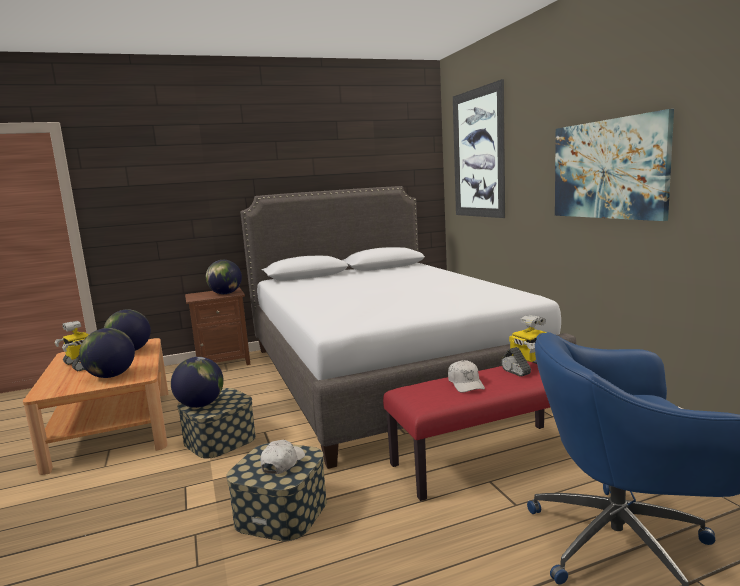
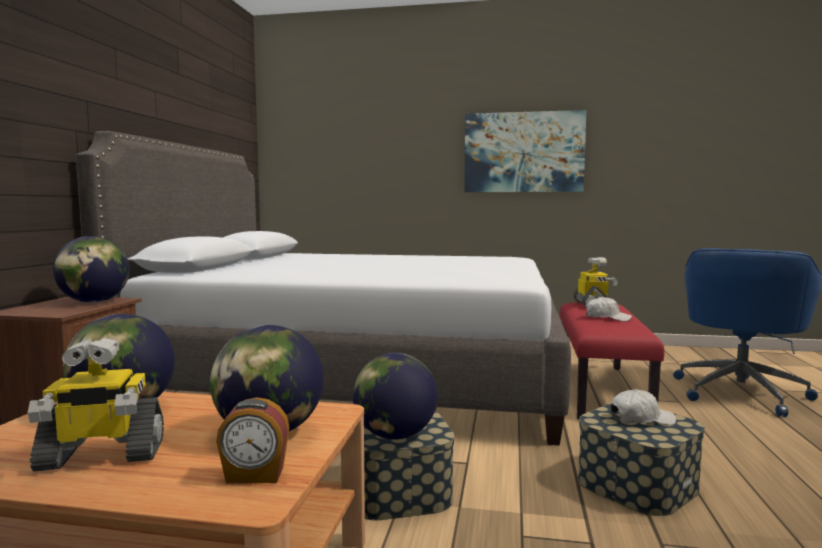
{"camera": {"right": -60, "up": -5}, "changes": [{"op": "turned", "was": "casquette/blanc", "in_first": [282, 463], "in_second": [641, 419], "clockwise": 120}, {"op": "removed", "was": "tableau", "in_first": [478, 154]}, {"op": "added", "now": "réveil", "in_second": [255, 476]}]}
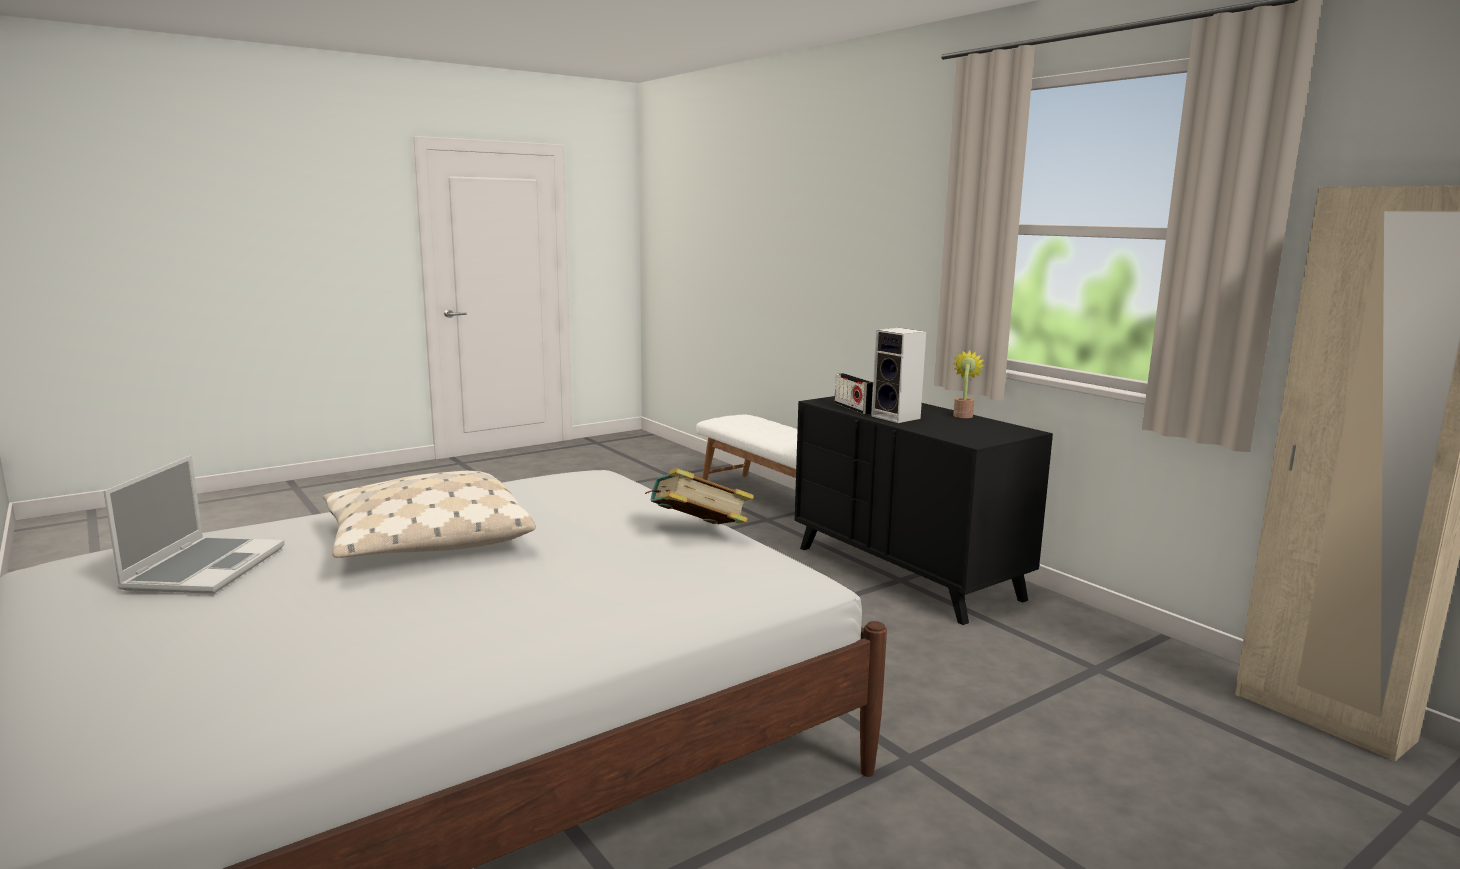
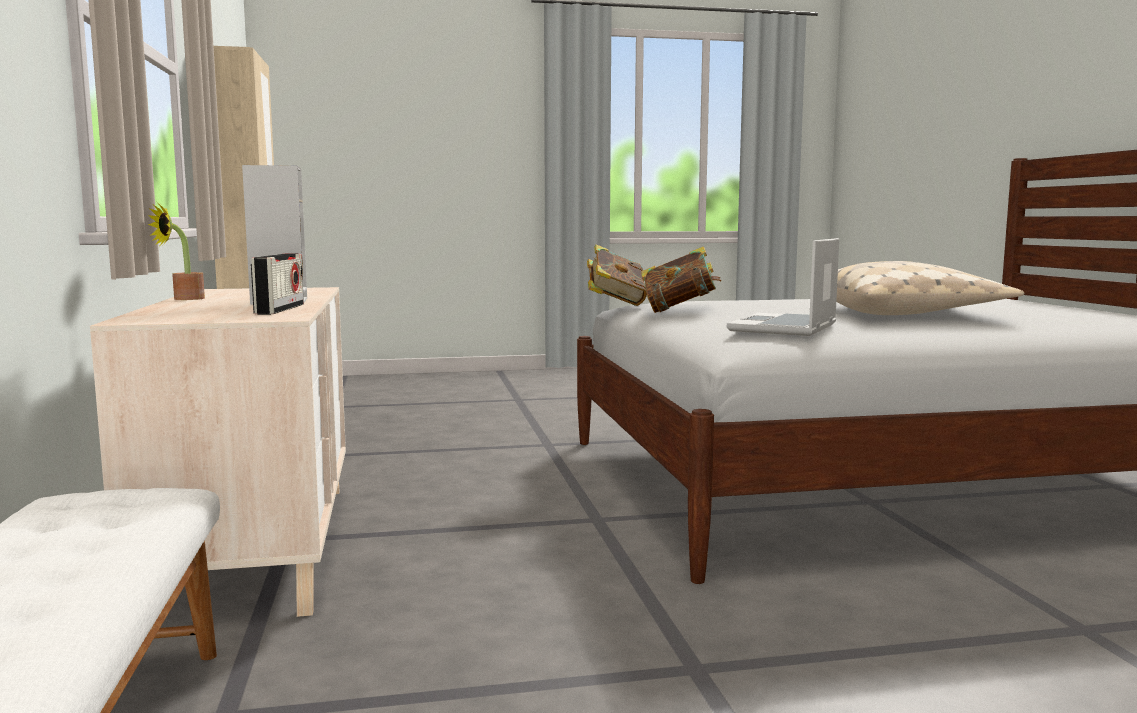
{"camera": {"right": -155, "up": -5}, "changes": [{"op": "moved", "was": "ordinateur portable", "in_first": [205, 567], "in_second": [785, 328]}, {"op": "recoloured", "was": "commode/noir", "now": "commode/beige", "in_first": [907, 573], "in_second": [256, 546]}, {"op": "added", "now": "livre", "in_second": [615, 303]}]}
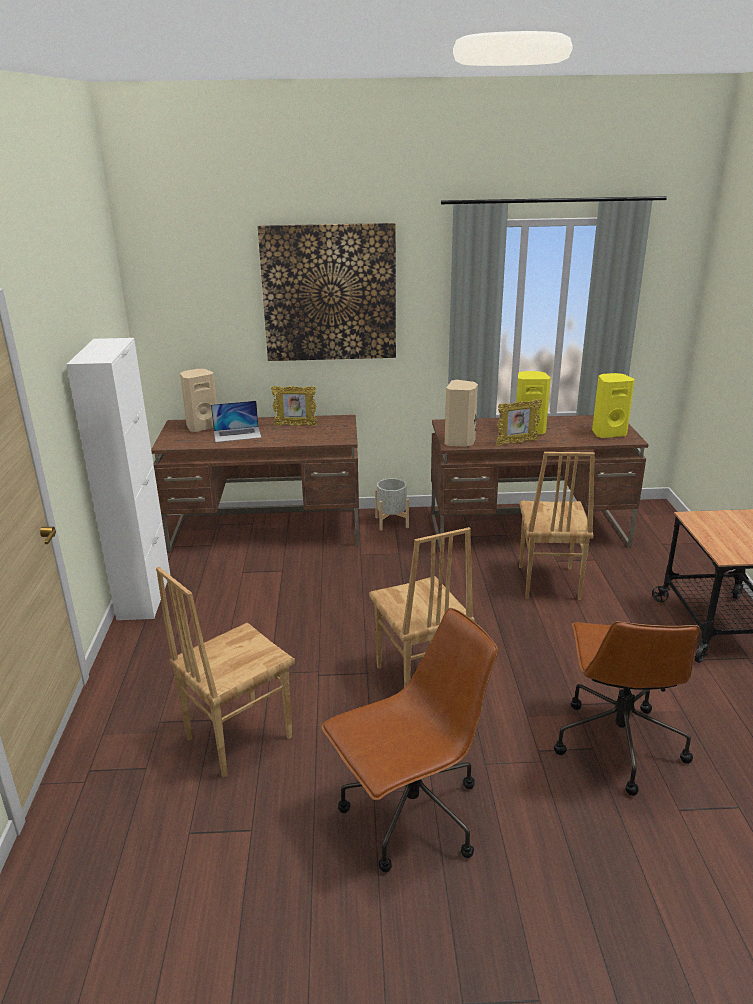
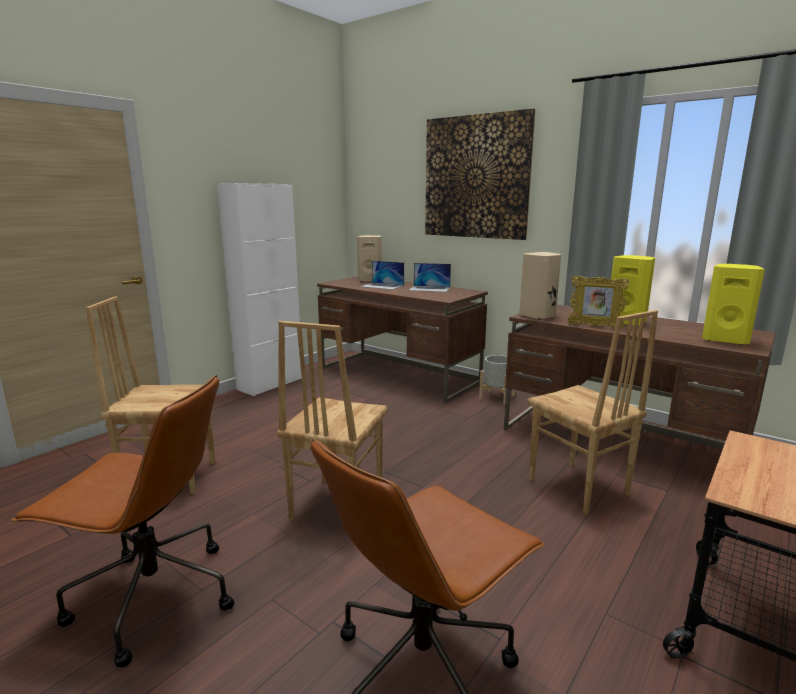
{"camera": {"right": 40, "up": -10}, "changes": [{"op": "replaced", "was": "cadre photo", "now": "ordinateur portable", "in_first": [295, 425], "in_second": [430, 289]}, {"op": "turned", "was": "chaise/marron", "in_first": [547, 583], "in_second": [577, 488], "clockwise": -75}]}
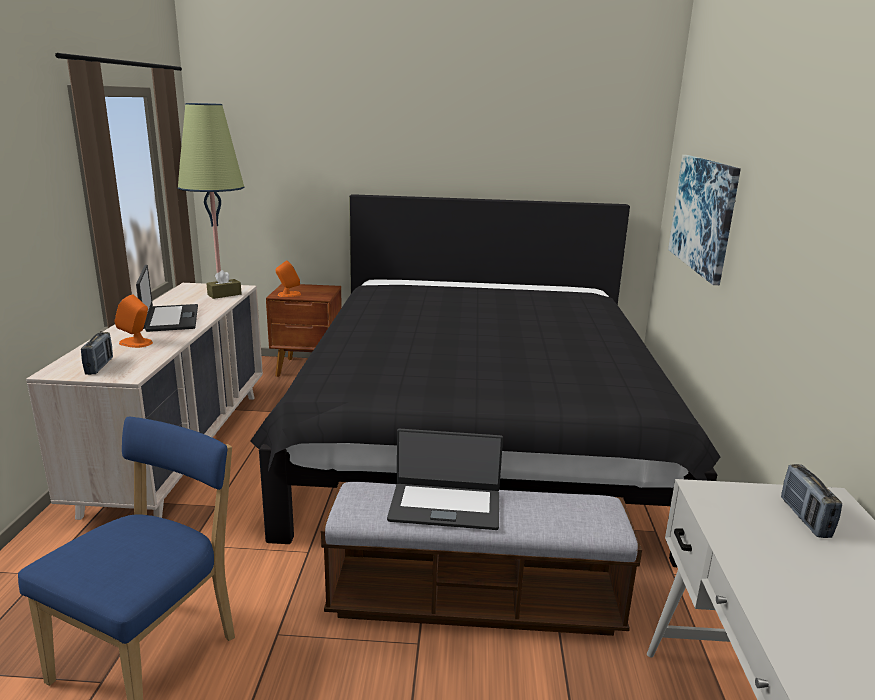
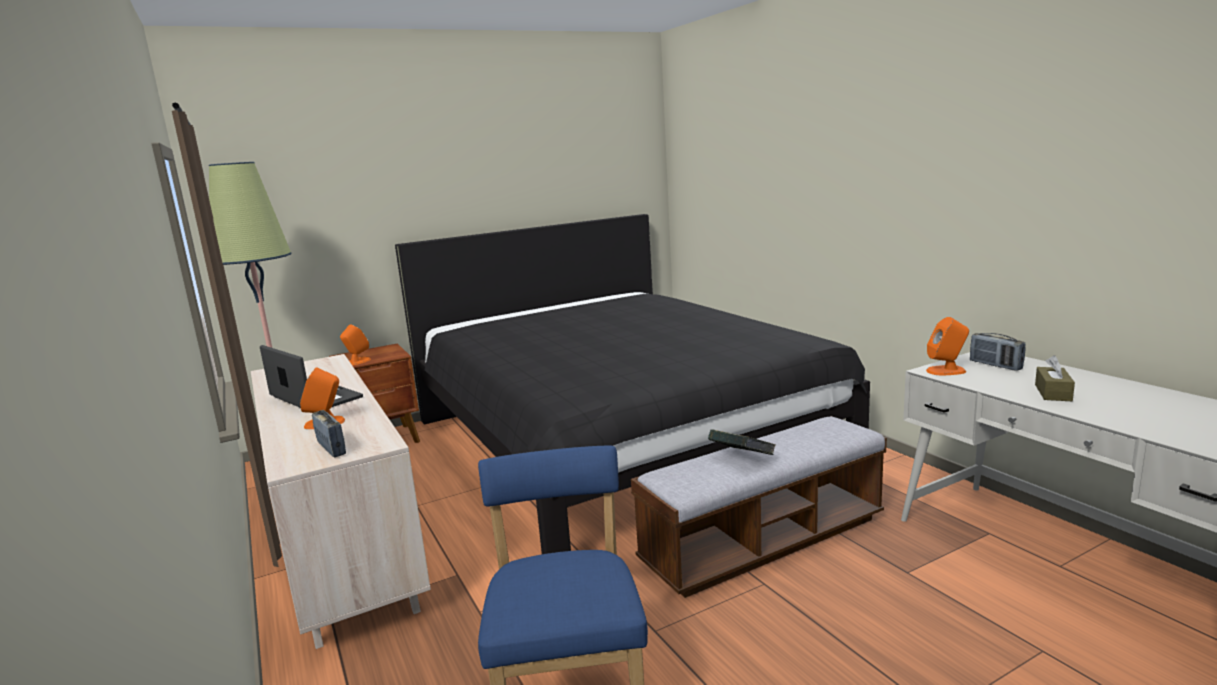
{"camera": {"right": -30, "up": -5}, "changes": [{"op": "moved", "was": "boîte à mouchoirs/marron", "in_first": [224, 294], "in_second": [1053, 393]}, {"op": "replaced", "was": "ordinateur portable", "now": "livre", "in_first": [445, 505], "in_second": [741, 459]}, {"op": "removed", "was": "tableau", "in_first": [703, 214]}, {"op": "added", "now": "enceinte/orange", "in_second": [946, 371]}]}
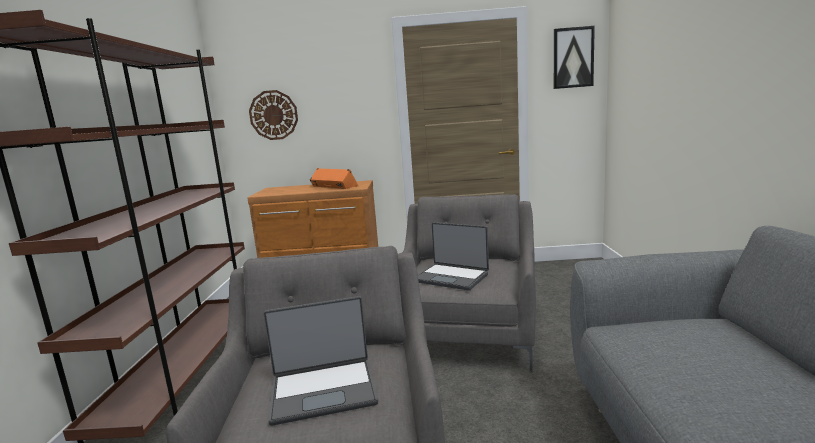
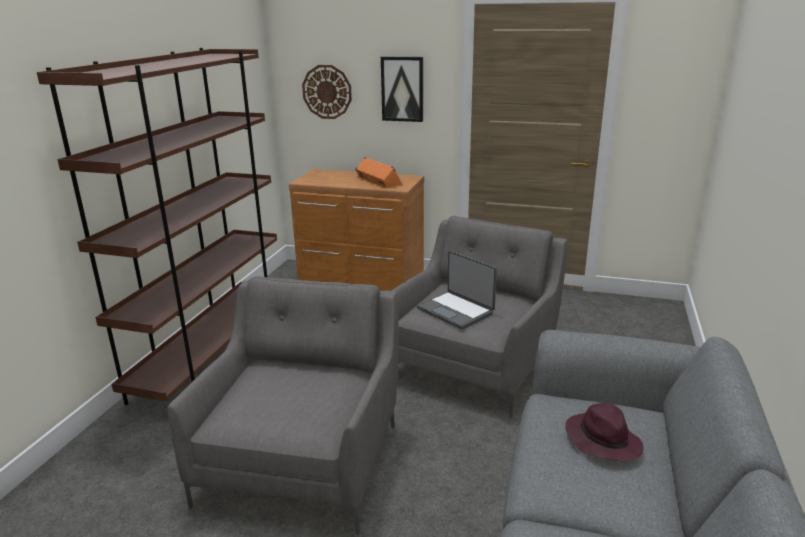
{"camera": {"right": 15, "up": 10}, "changes": [{"op": "removed", "was": "ordinateur portable", "in_first": [323, 391]}, {"op": "moved", "was": "tableau", "in_first": [573, 58], "in_second": [402, 89]}, {"op": "added", "now": "chapeau/violet", "in_second": [601, 440]}]}
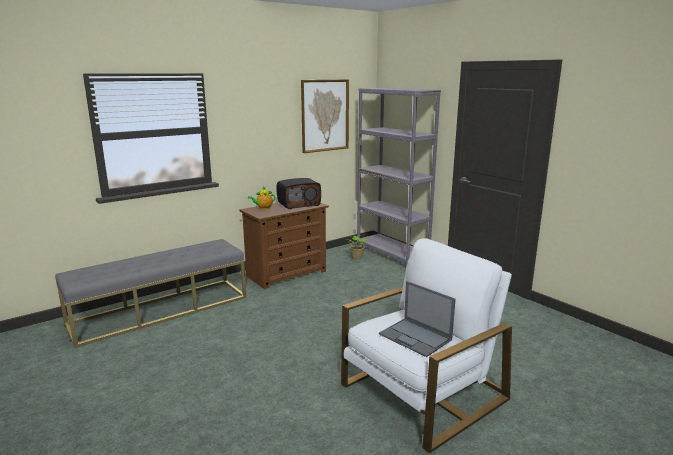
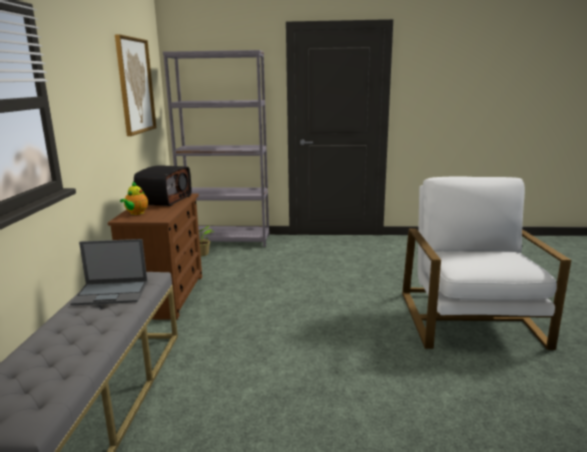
{"camera": {"right": -50, "up": 0}, "changes": [{"op": "moved", "was": "ordinateur portable", "in_first": [416, 337], "in_second": [112, 293]}]}
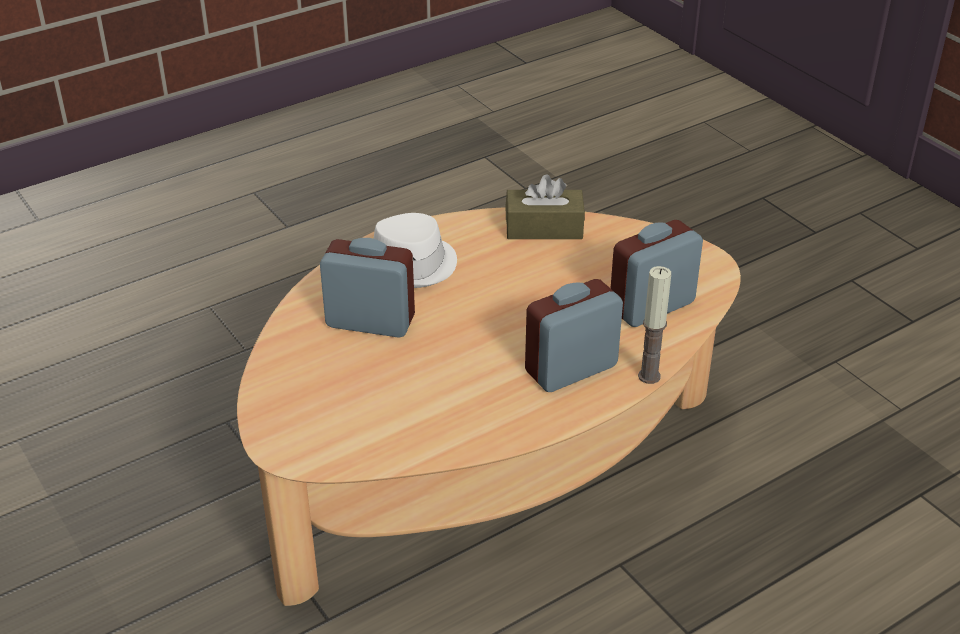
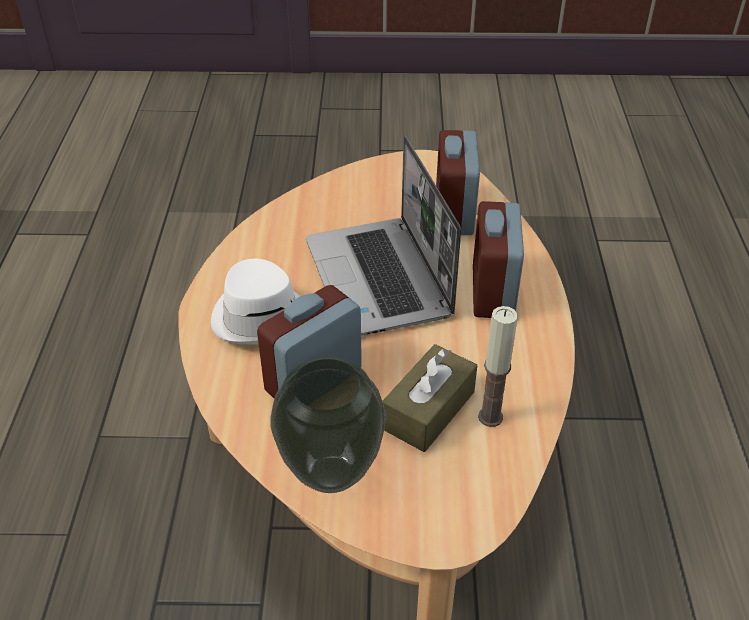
{"camera": {"right": -55, "up": 5}, "changes": [{"op": "moved", "was": "boîte à mouchoirs/marron", "in_first": [544, 228], "in_second": [428, 410]}, {"op": "moved", "was": "bougie", "in_first": [649, 376], "in_second": [490, 417]}, {"op": "added", "now": "vase", "in_second": [329, 474]}, {"op": "added", "now": "ordinateur portable", "in_second": [380, 280]}]}
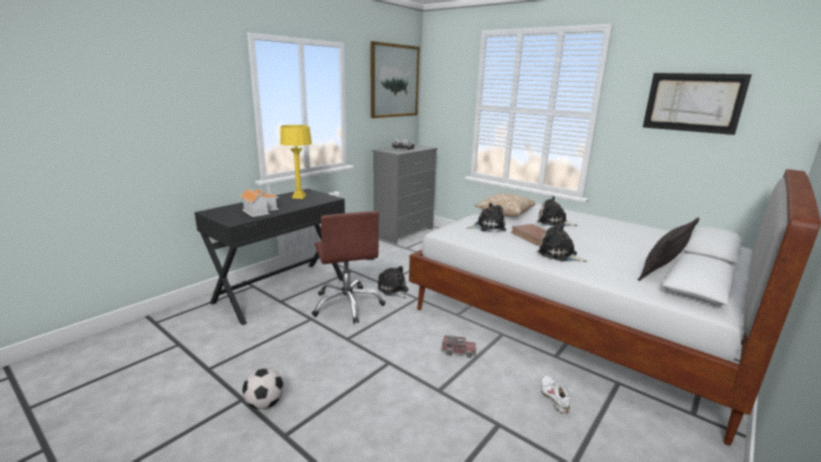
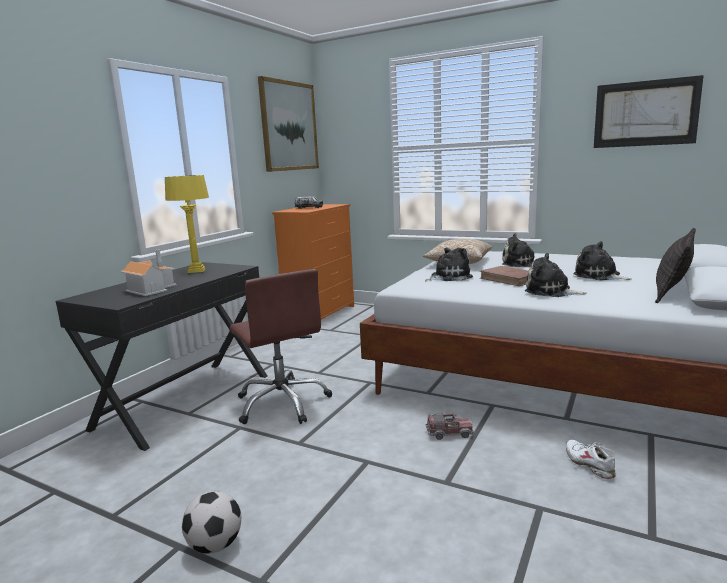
{"camera": {"right": -10, "up": -5}, "changes": [{"op": "recoloured", "was": "commode/gris", "now": "commode/orange", "in_first": [404, 232], "in_second": [321, 314]}, {"op": "moved", "was": "peluche", "in_first": [393, 290], "in_second": [599, 276]}]}
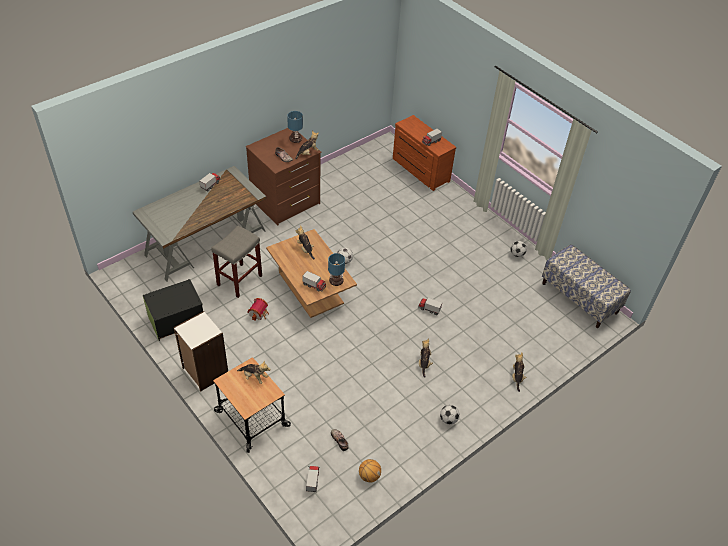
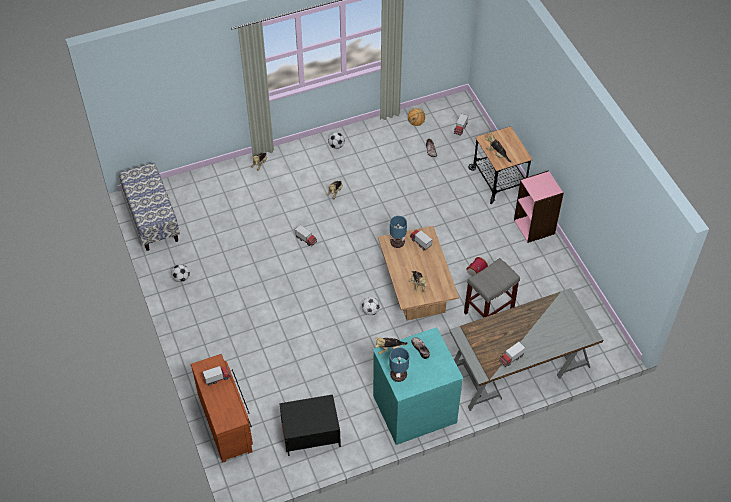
{"camera": {"right": -160, "up": 5}, "changes": [{"op": "moved", "was": "boîte de rangement/noir", "in_first": [177, 320], "in_second": [310, 433]}, {"op": "recoloured", "was": "bibliothèque/blanc", "now": "bibliothèque/rose", "in_first": [205, 372], "in_second": [534, 227]}, {"op": "recoloured", "was": "commode/marron", "now": "commode/turquoise", "in_first": [286, 202], "in_second": [414, 408]}]}
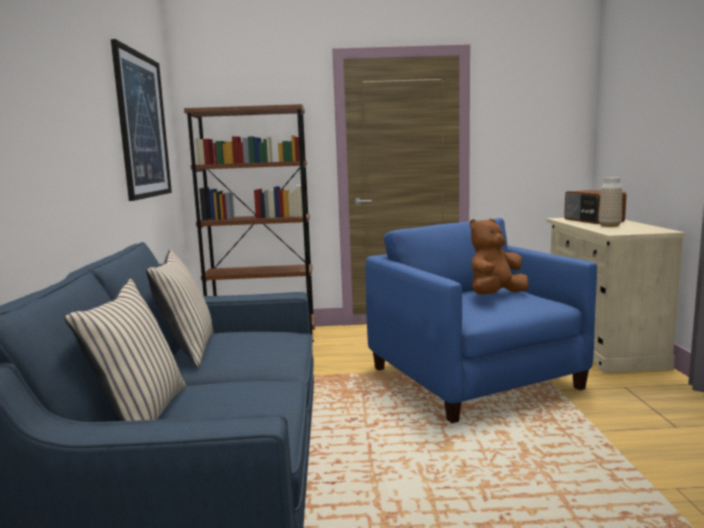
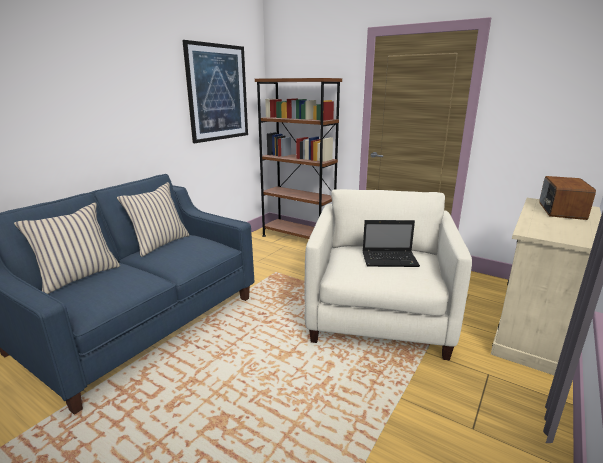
{"camera": {"right": 35, "up": 10}, "changes": [{"op": "recoloured", "was": "fauteuil/bleu", "now": "fauteuil/beige", "in_first": [473, 378], "in_second": [378, 316]}, {"op": "replaced", "was": "peluche/marron", "now": "ordinateur portable", "in_first": [495, 295], "in_second": [390, 260]}, {"op": "removed", "was": "vase", "in_first": [609, 226]}]}
